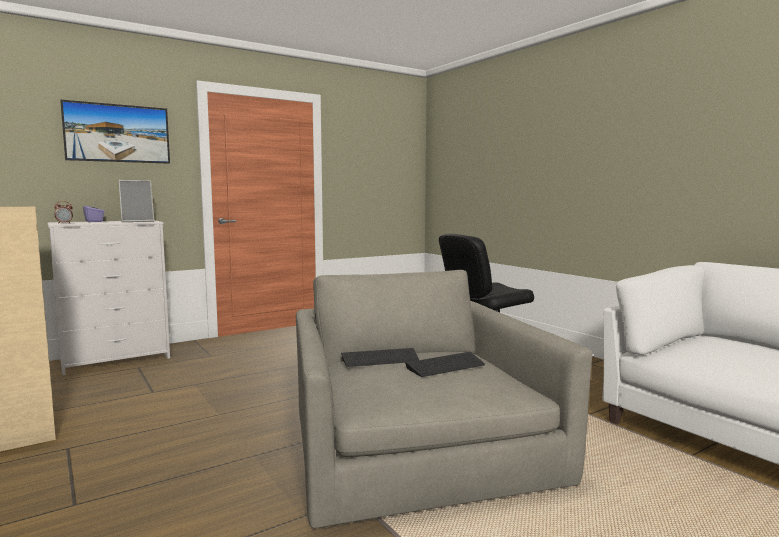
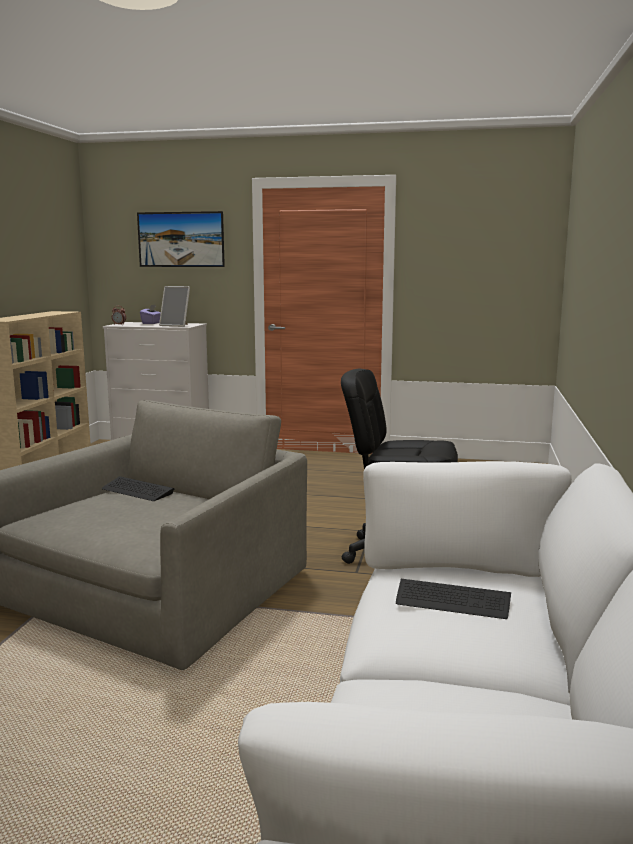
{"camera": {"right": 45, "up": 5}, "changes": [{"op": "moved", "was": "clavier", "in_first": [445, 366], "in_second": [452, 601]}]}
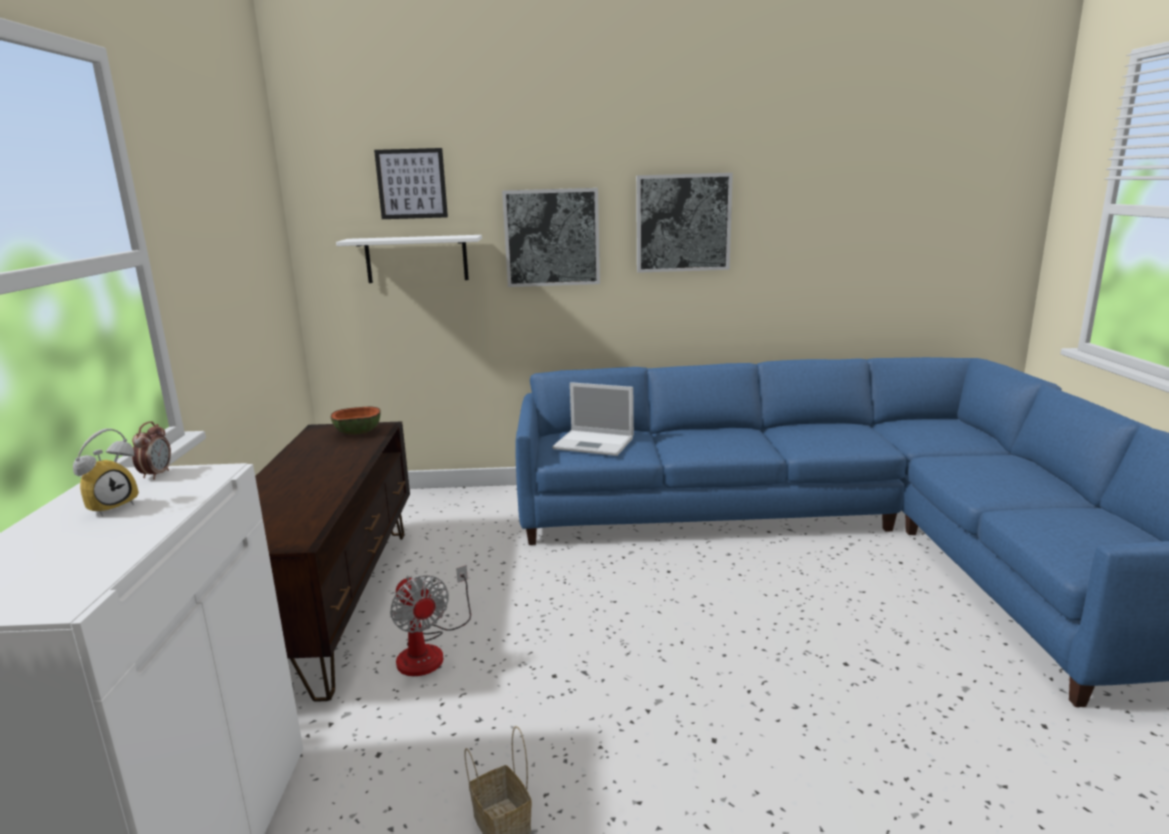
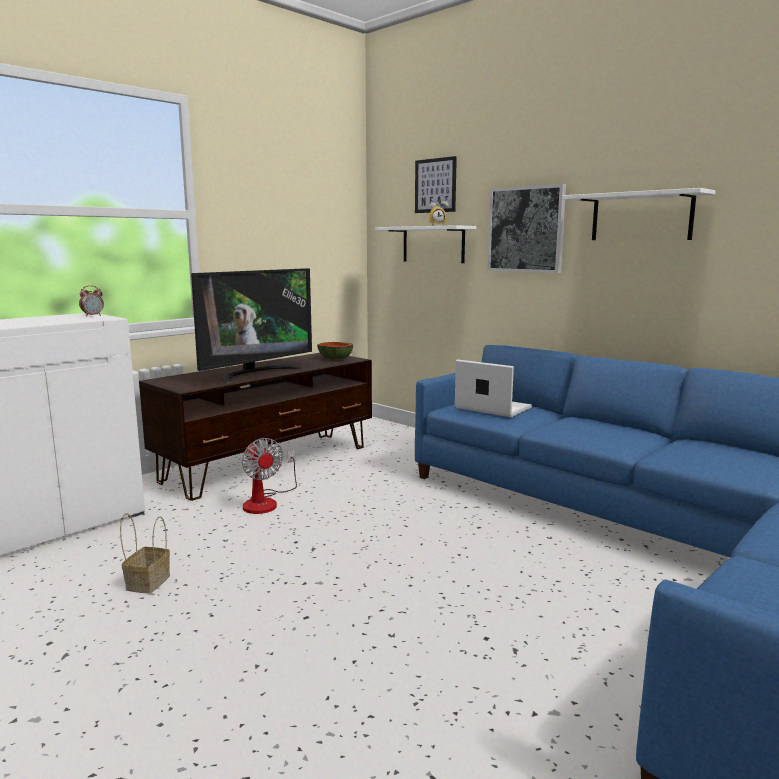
{"camera": {"right": 45, "up": -5}, "changes": [{"op": "moved", "was": "réveil", "in_first": [111, 506], "in_second": [437, 226]}, {"op": "turned", "was": "ventilateur", "in_first": [429, 650], "in_second": [266, 502], "clockwise": -45}, {"op": "turned", "was": "ordinateur portable", "in_first": [595, 443], "in_second": [491, 408], "clockwise": 150}, {"op": "replaced", "was": "tableau", "now": "étagère/blanc", "in_first": [683, 223], "in_second": [641, 217]}, {"op": "added", "now": "téléviseur", "in_second": [256, 373]}]}
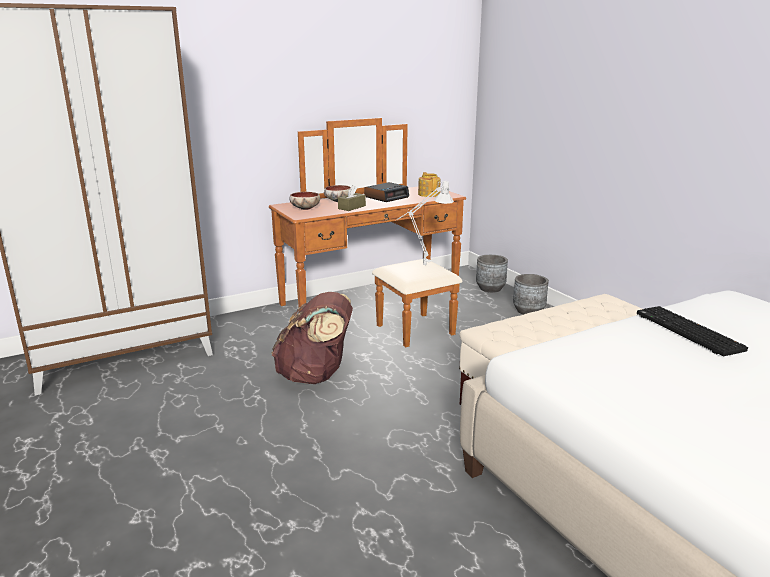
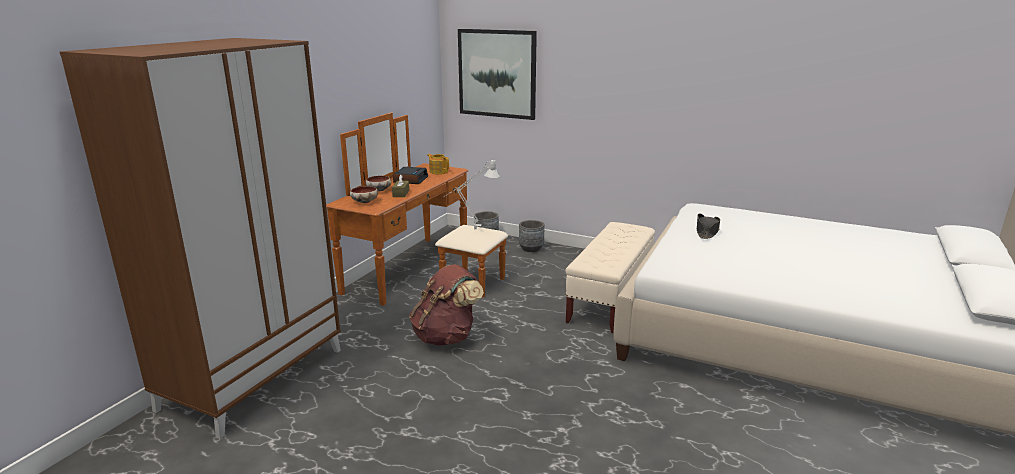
{"camera": {"right": -35, "up": 0}, "changes": [{"op": "replaced", "was": "clavier", "now": "chapeau/noir", "in_first": [686, 331], "in_second": [706, 232]}, {"op": "added", "now": "tableau", "in_second": [497, 73]}]}
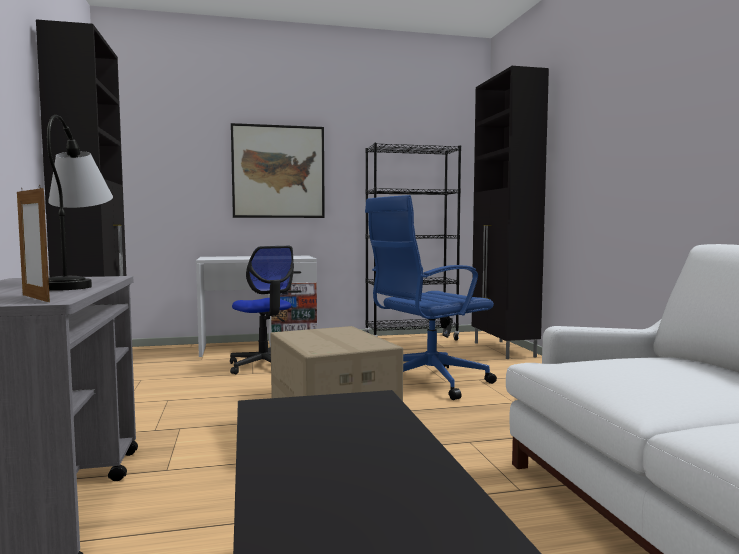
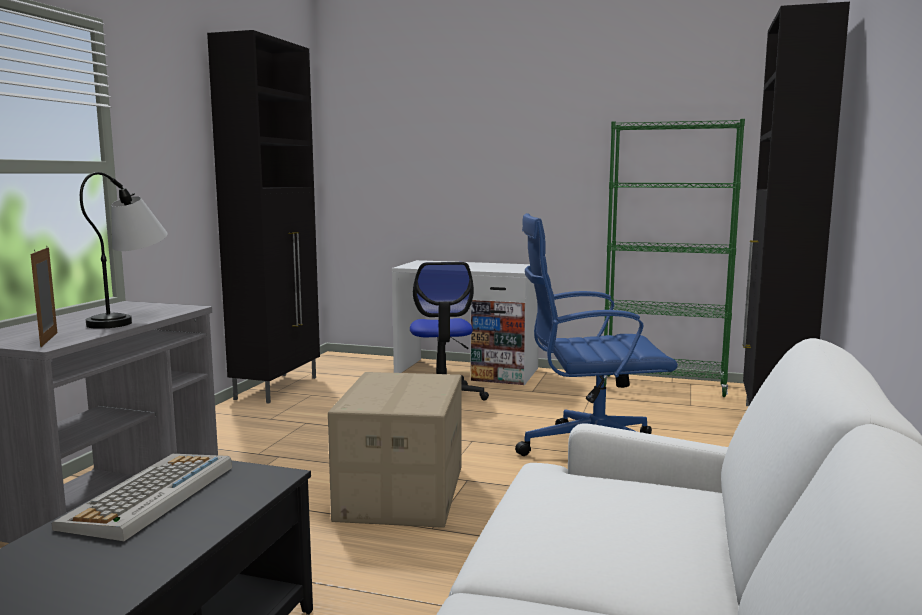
{"camera": {"right": 30, "up": 5}, "changes": [{"op": "removed", "was": "tableau", "in_first": [278, 172]}, {"op": "recoloured", "was": "bibliothèque/noir", "now": "bibliothèque/vert", "in_first": [411, 339], "in_second": [663, 386]}, {"op": "added", "now": "clavier", "in_second": [150, 497]}]}
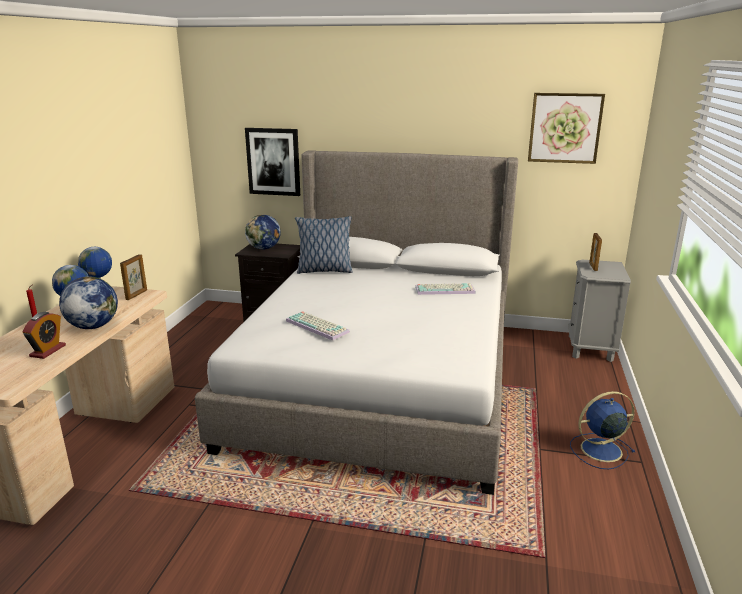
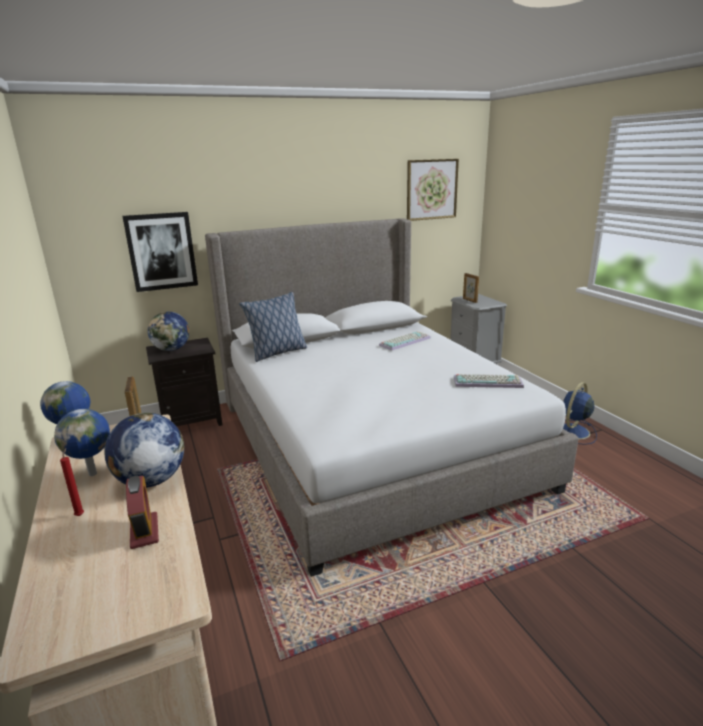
{"camera": {"right": -35, "up": 0}, "changes": [{"op": "moved", "was": "clavier", "in_first": [318, 326], "in_second": [488, 382]}]}
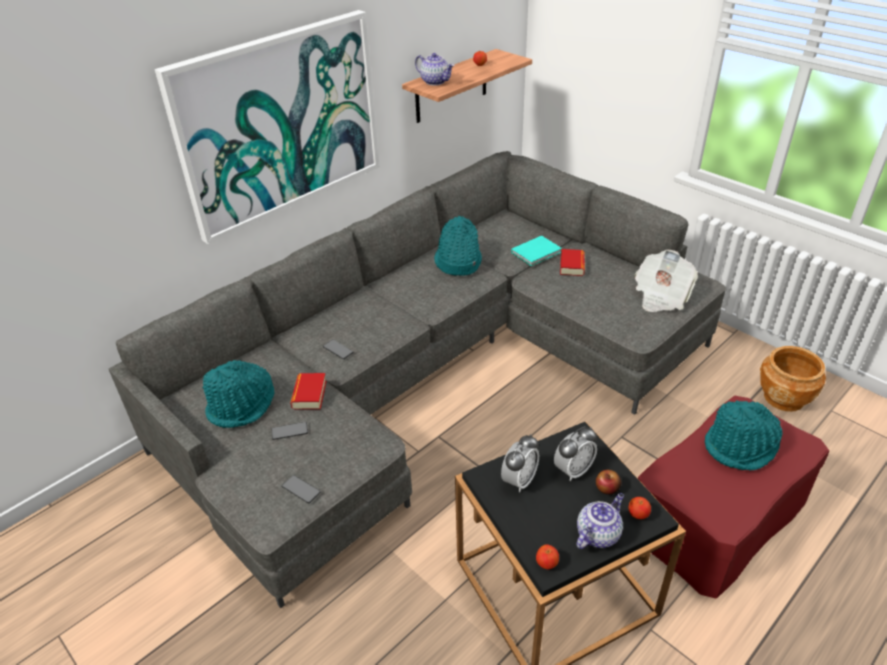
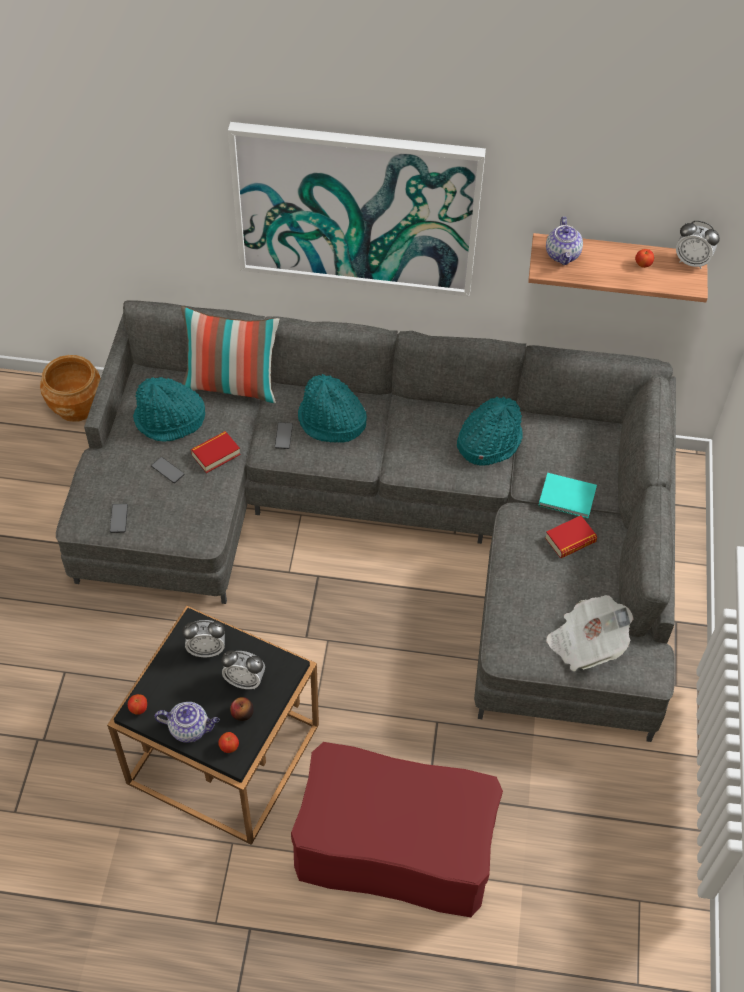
{"camera": {"right": 50, "up": 15}, "changes": [{"op": "moved", "was": "chapeau/turquoise", "in_first": [740, 447], "in_second": [331, 422]}, {"op": "moved", "was": "cache-pot/marron", "in_first": [783, 397], "in_second": [76, 406]}, {"op": "added", "now": "coussin", "in_second": [232, 385]}, {"op": "added", "now": "réveil", "in_second": [692, 261]}]}
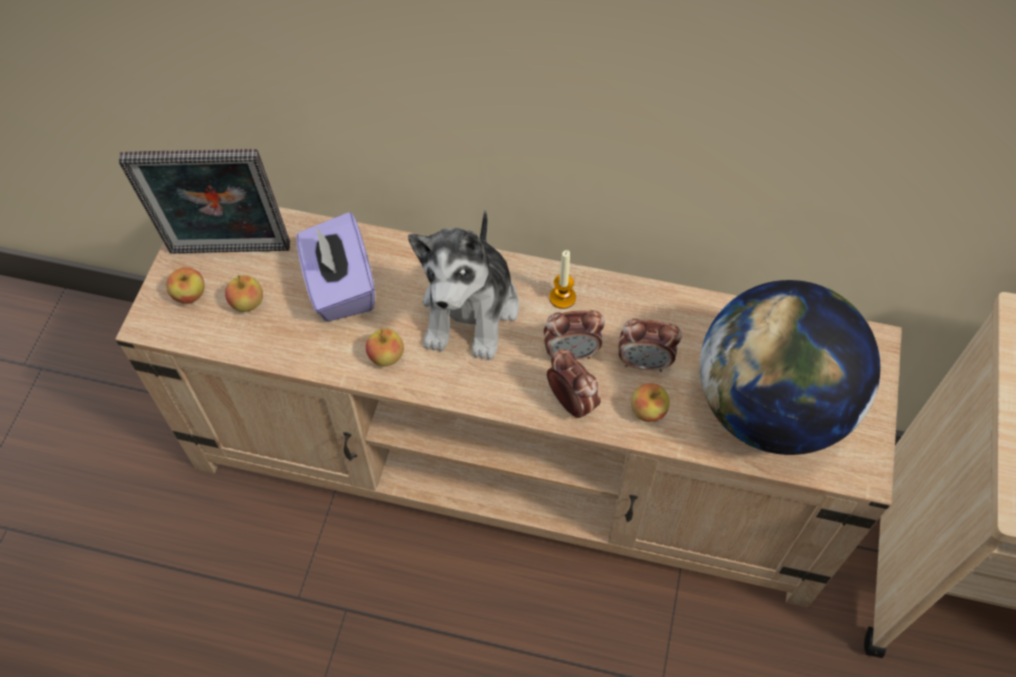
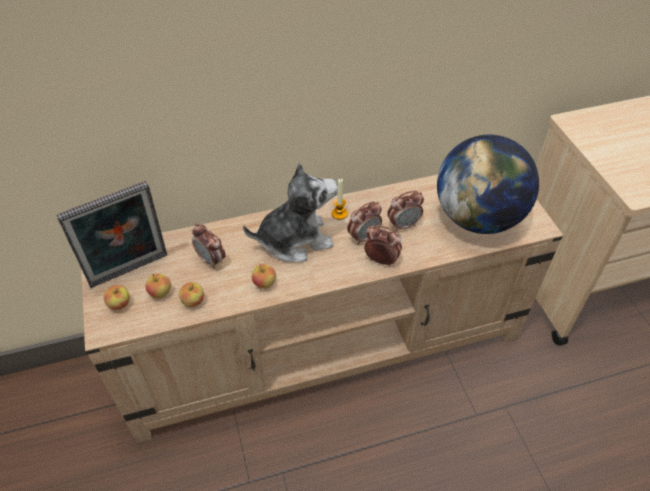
{"camera": {"right": -30, "up": -10}, "changes": [{"op": "replaced", "was": "boîte à mouchoirs/violet", "now": "réveil", "in_first": [340, 286], "in_second": [211, 260]}, {"op": "turned", "was": "peluche", "in_first": [470, 309], "in_second": [295, 240], "clockwise": -90}, {"op": "moved", "was": "pomme", "in_first": [648, 411], "in_second": [193, 301]}]}
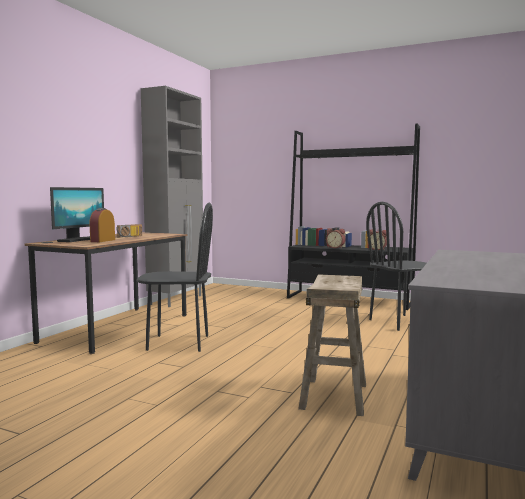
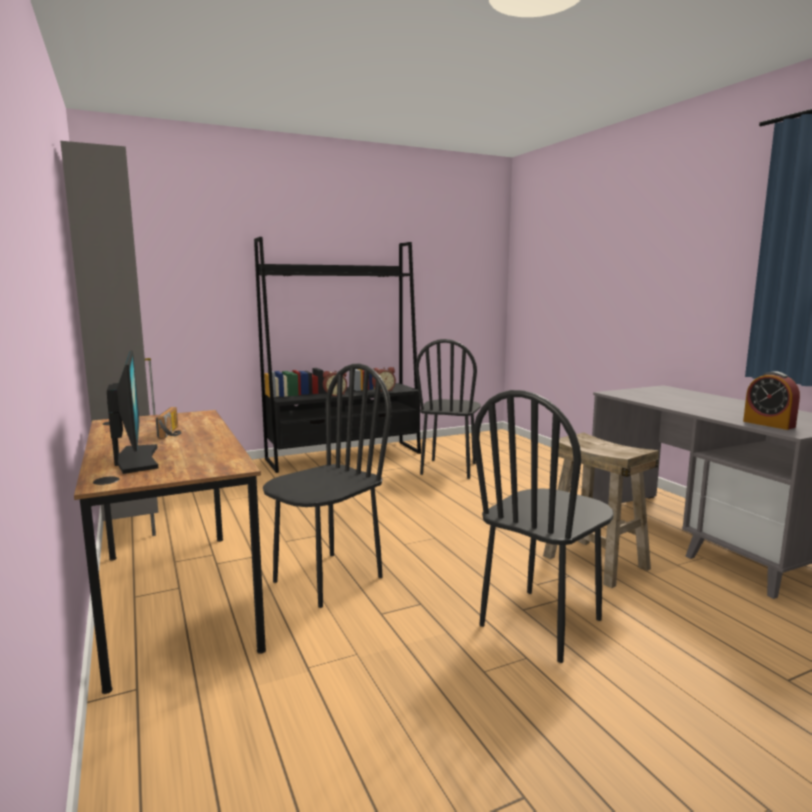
{"camera": {"right": -50, "up": 5}, "changes": [{"op": "moved", "was": "réveil", "in_first": [103, 241], "in_second": [768, 424]}, {"op": "added", "now": "chaise/noir", "in_second": [541, 623]}]}
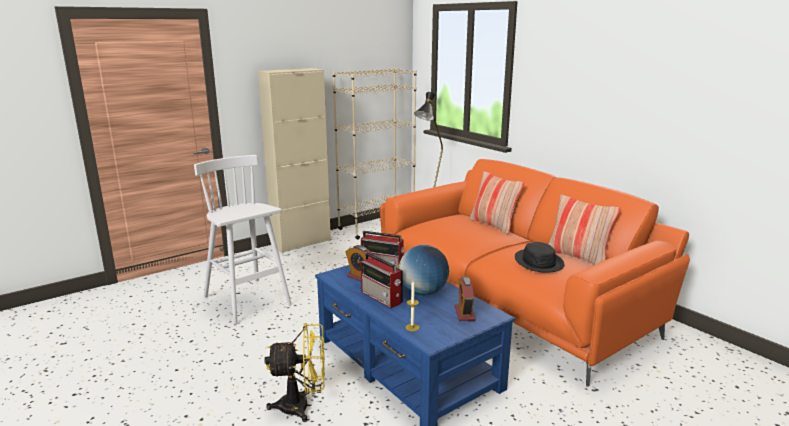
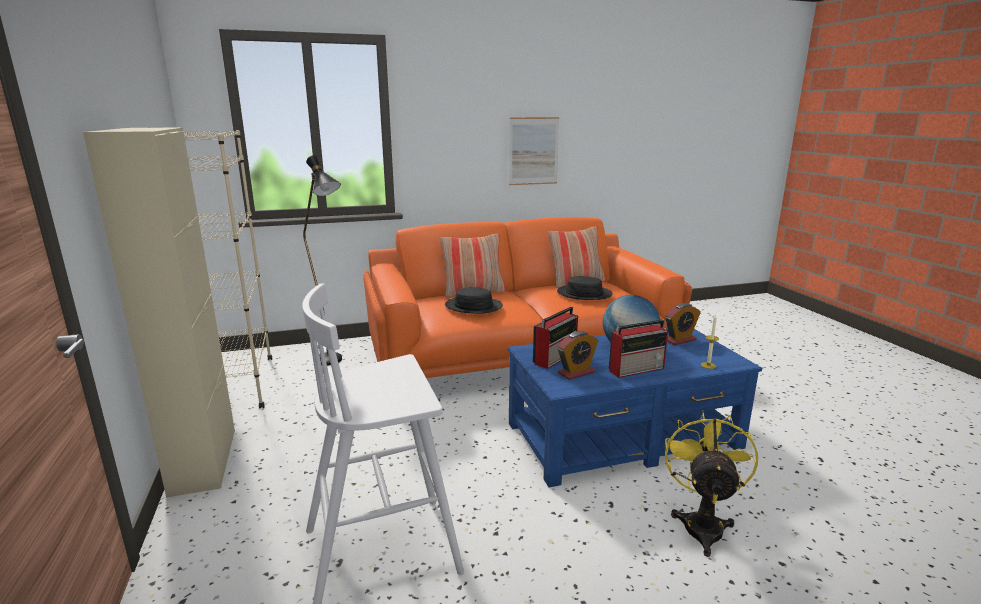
{"camera": {"right": -70, "up": 0}, "changes": [{"op": "turned", "was": "réveil", "in_first": [464, 313], "in_second": [679, 340], "clockwise": -45}, {"op": "added", "now": "chapeau/noir", "in_second": [473, 306]}, {"op": "added", "now": "tableau", "in_second": [533, 151]}]}
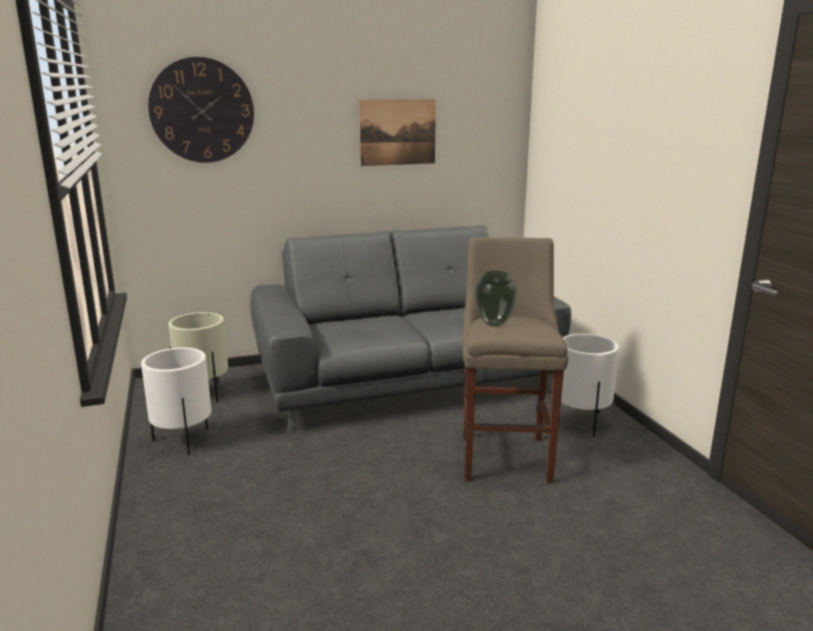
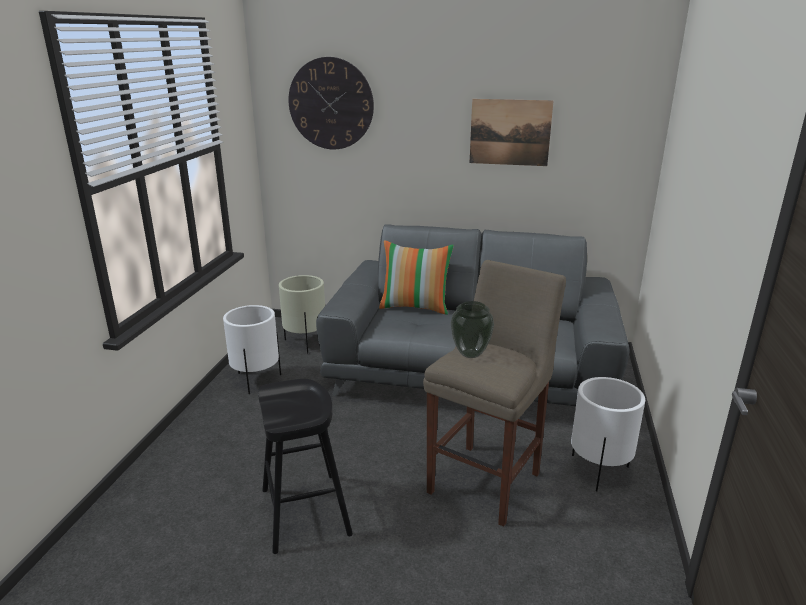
{"camera": {"right": 30, "up": 5}, "changes": [{"op": "added", "now": "tabouret/noir", "in_second": [305, 511]}, {"op": "added", "now": "coussin", "in_second": [415, 307]}]}
